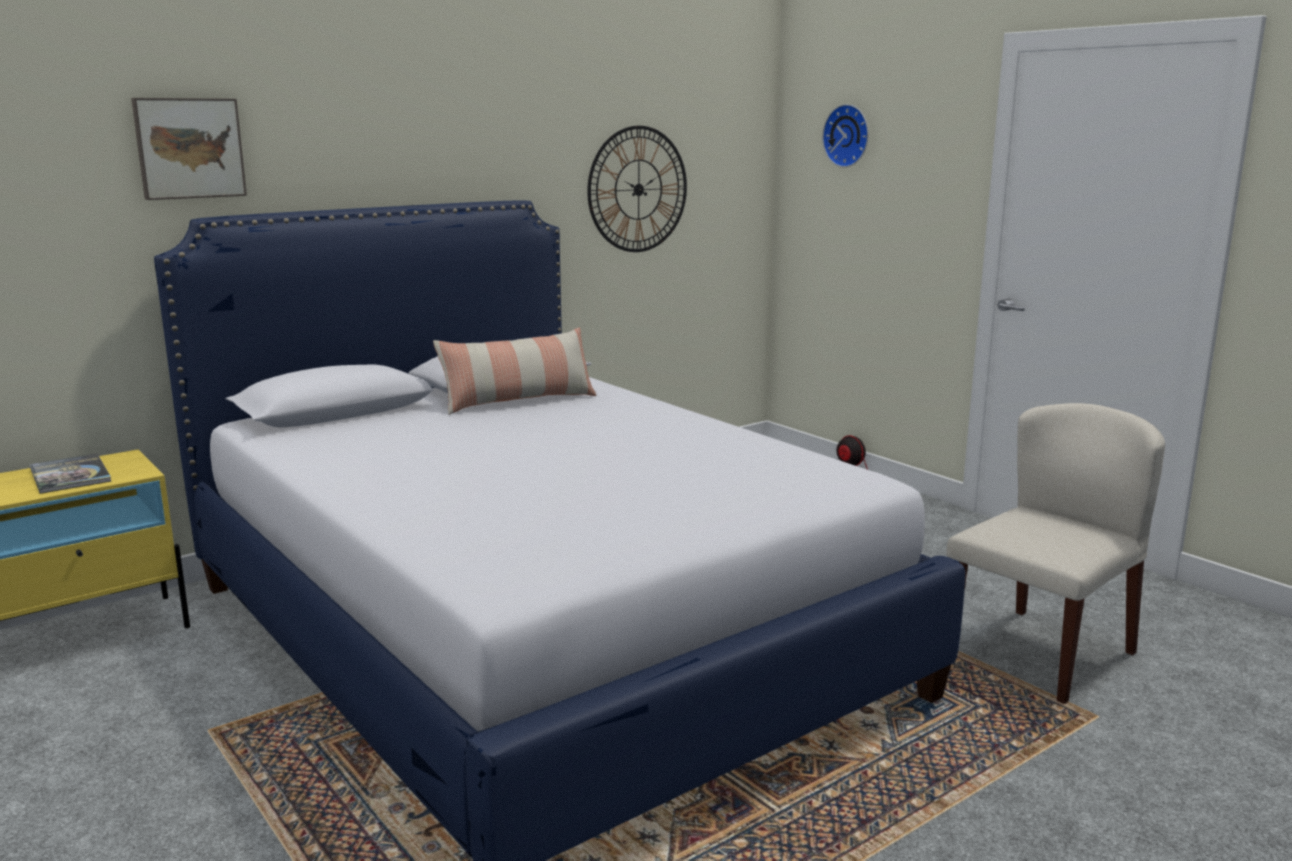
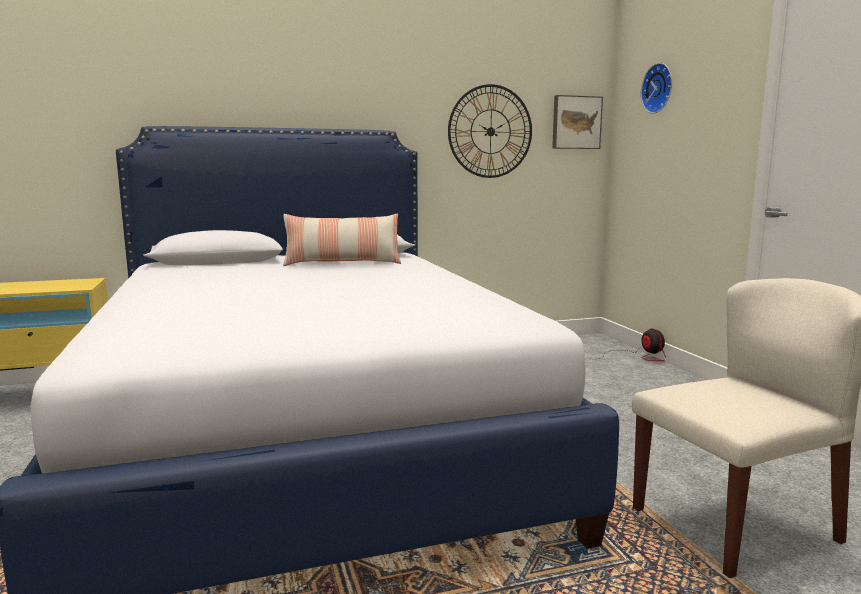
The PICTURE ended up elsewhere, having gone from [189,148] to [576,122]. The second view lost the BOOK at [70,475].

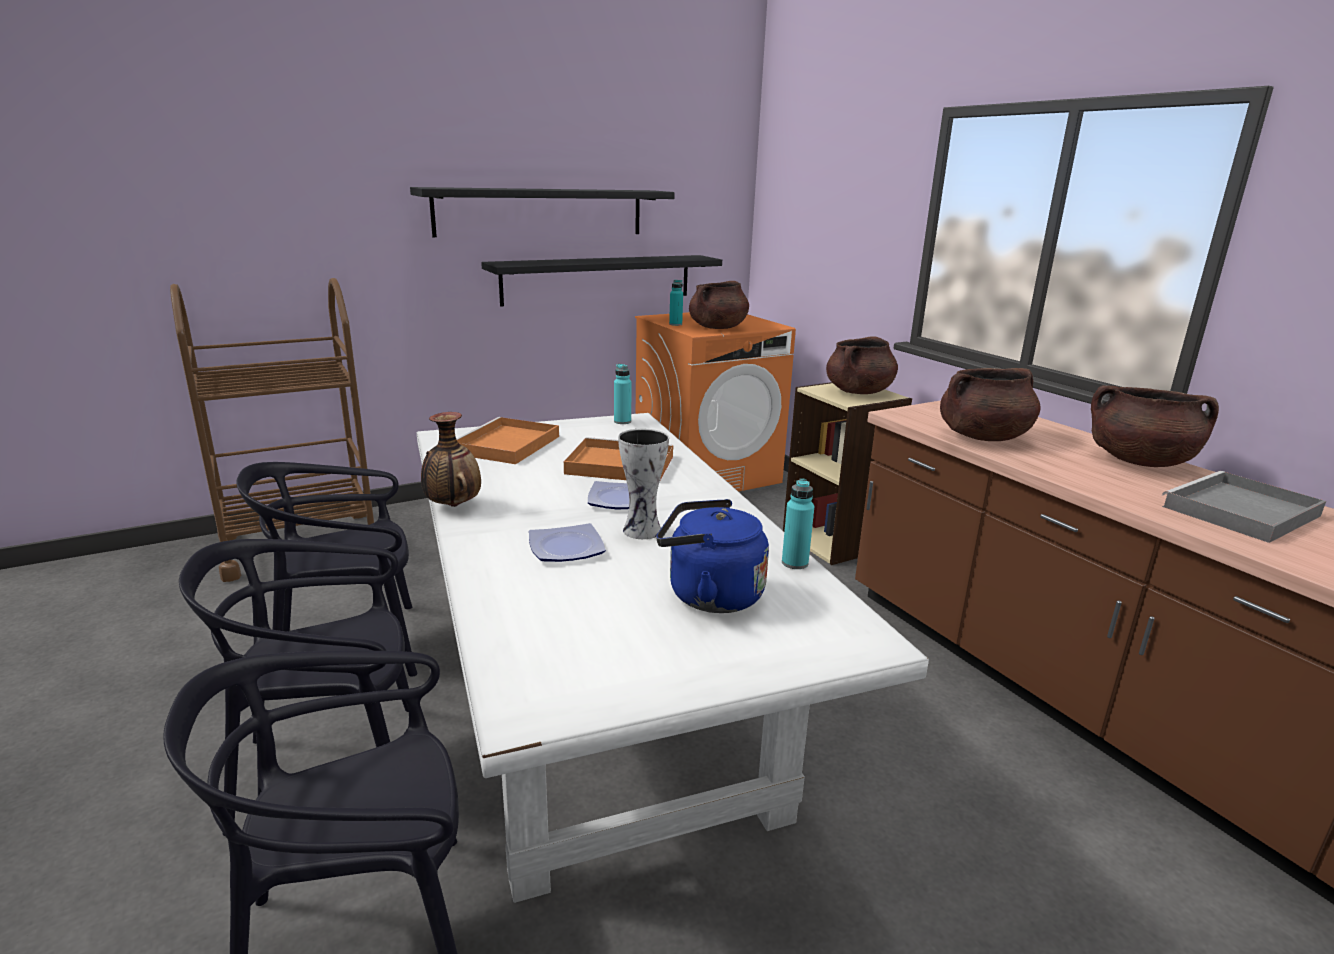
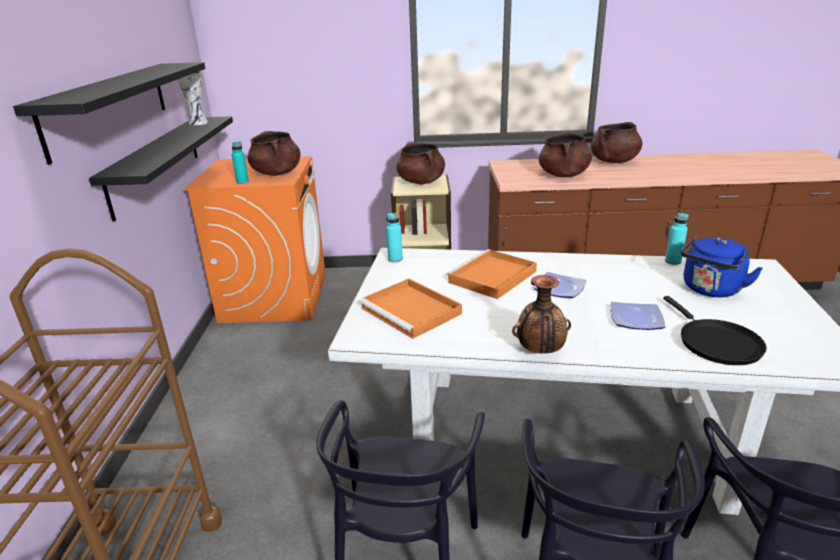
The VASE ended up elsewhere, having gone from [643,531] to [199,123]. The second view gained the BLACK FRYING PAN at [715,343]. The second view lost the GREY TRAY at [1240,512].

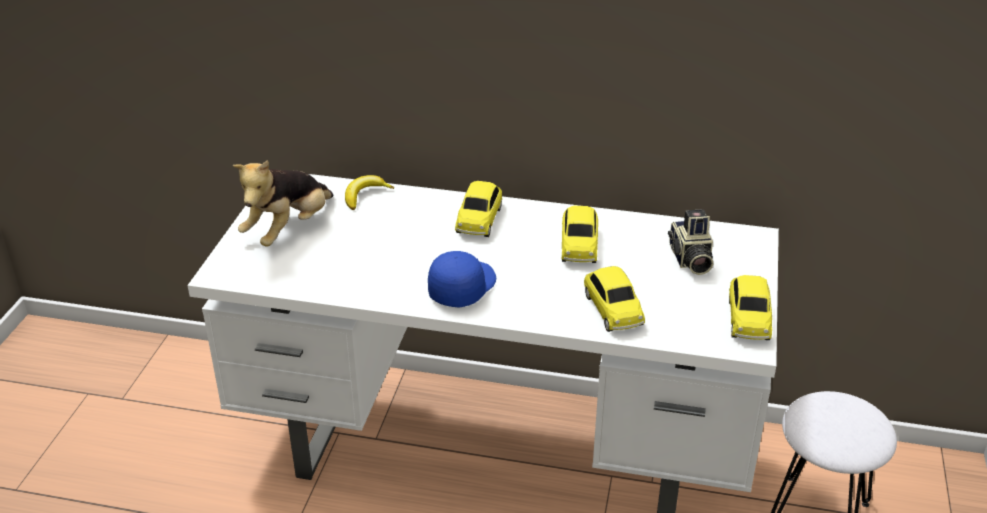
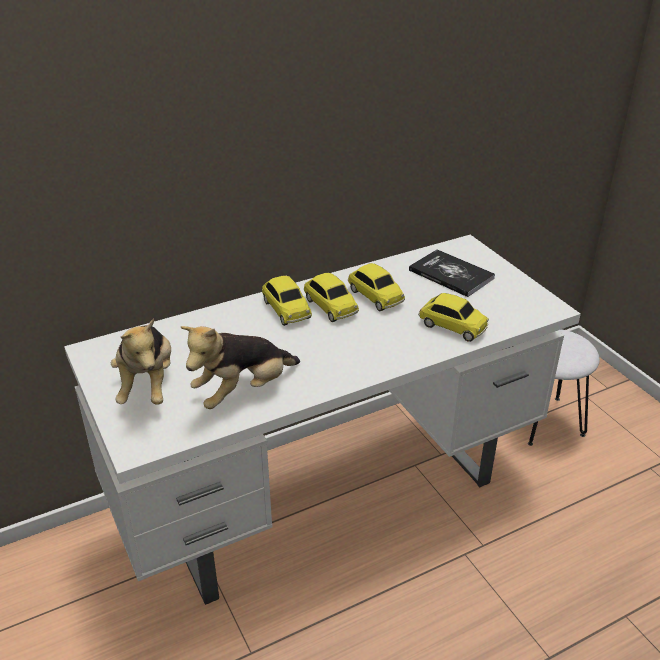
The second view gained the PLUSH TOY at [243,391]. The TOY CAR ended up elsewhere, having gone from [748,318] to [330,306]. Where the PHOTO CAMERA stood at [689,260], the BOOK came to stand at [451,274]. The second view lost the BANANA at [365,196]. The second view lost the BLUE CAP at [462,287].

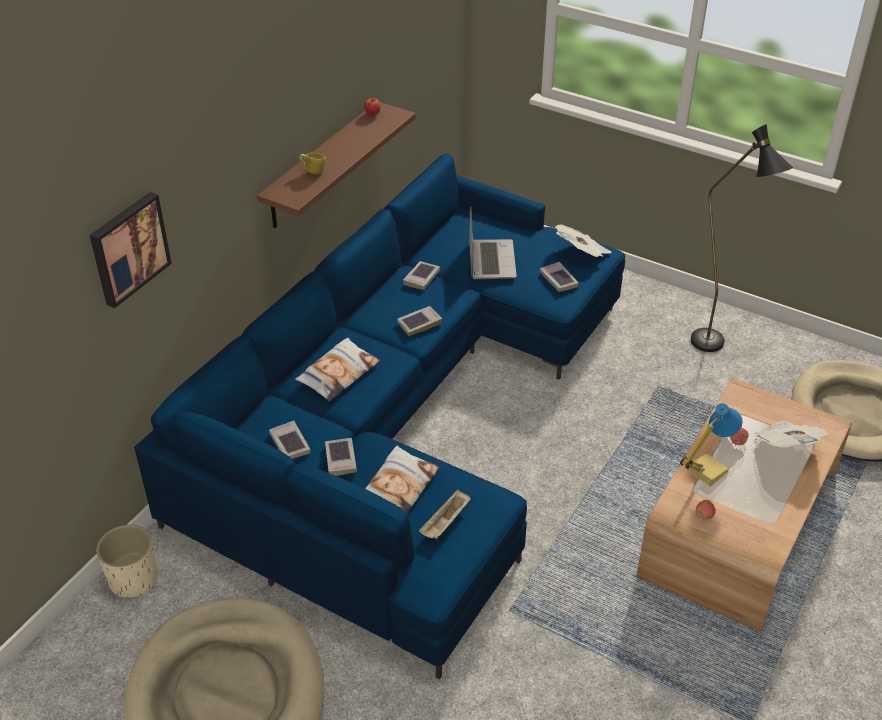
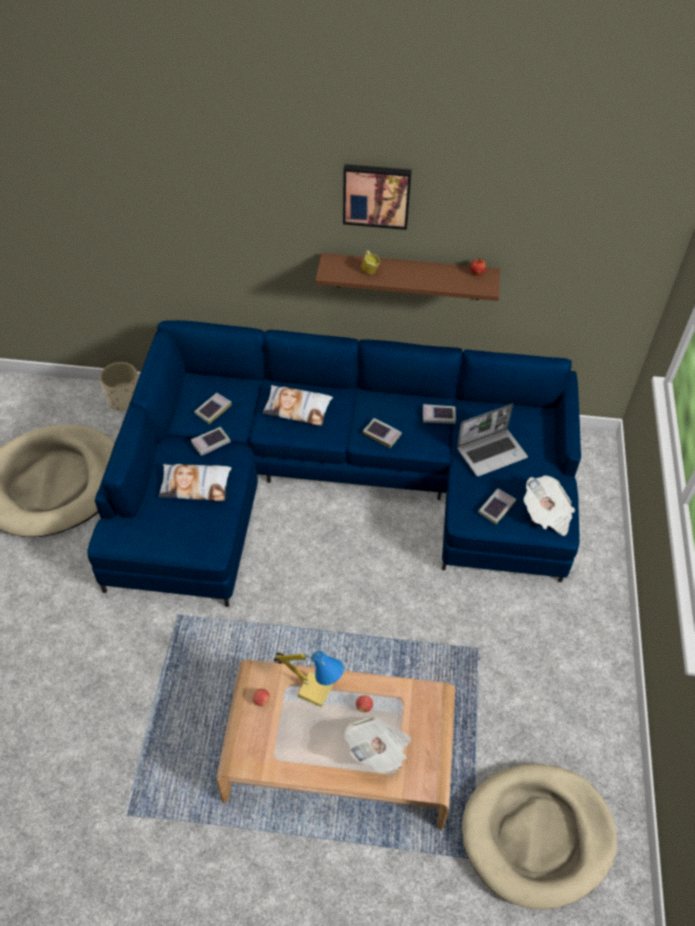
The PICTURE ended up elsewhere, having gone from [128,248] to [376,195]. The second view lost the BEIGE TRAY at [445,523]. The second view lost the BLACK FLOOR LAMP at [715,348].

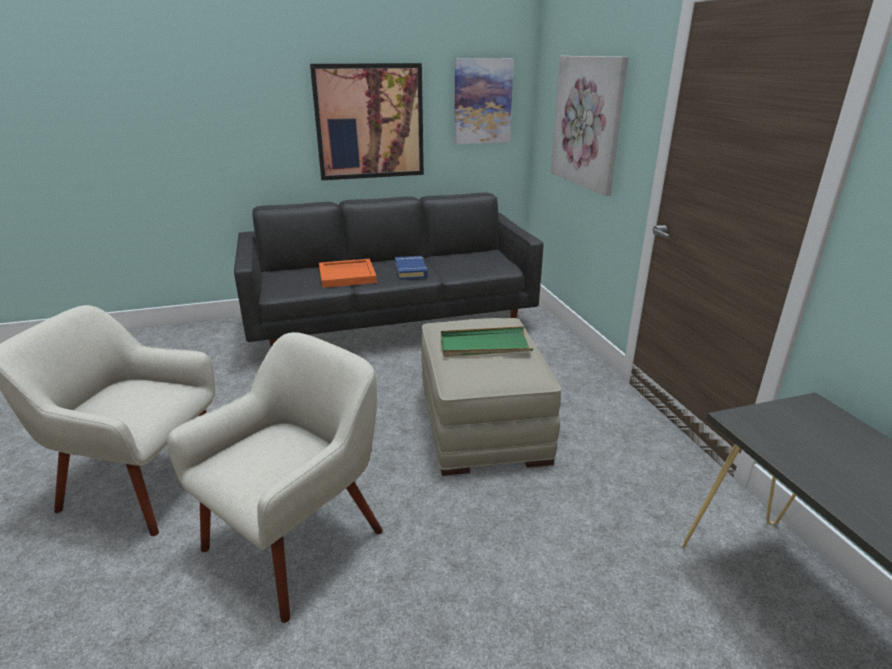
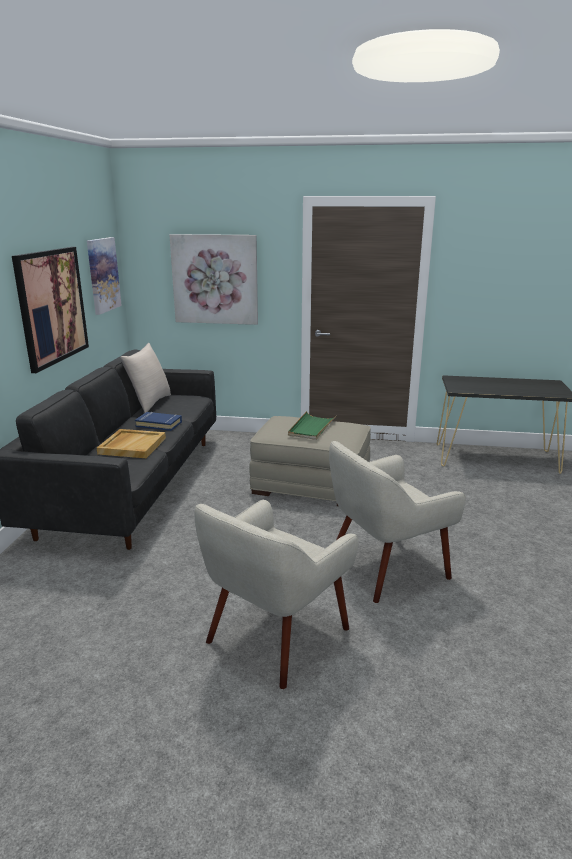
What was the ORANGE TRAY at [347,275] turned into the BEIGE TRAY at [132,446]. The second view gained the BEIGE PILLOW at [149,403]. The BEIGE ARMCHAIR at [297,539] ended up facing another way, 90 degrees counterclockwise from before.

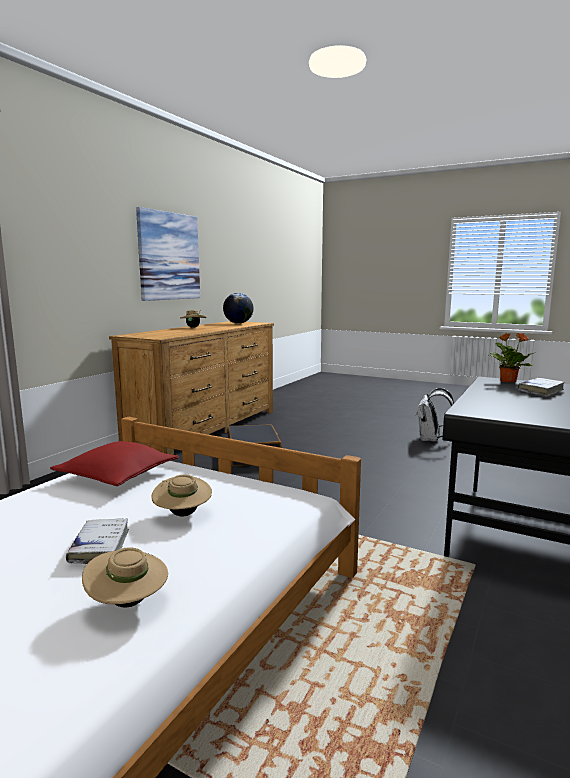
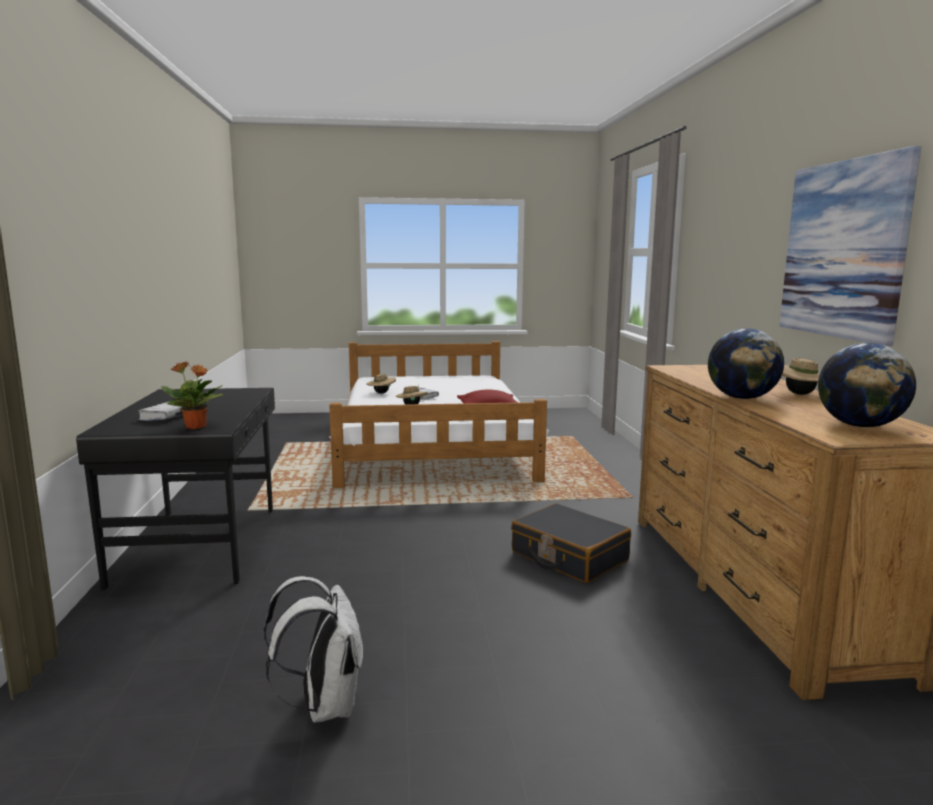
The second view gained the GLOBE at [742,398].

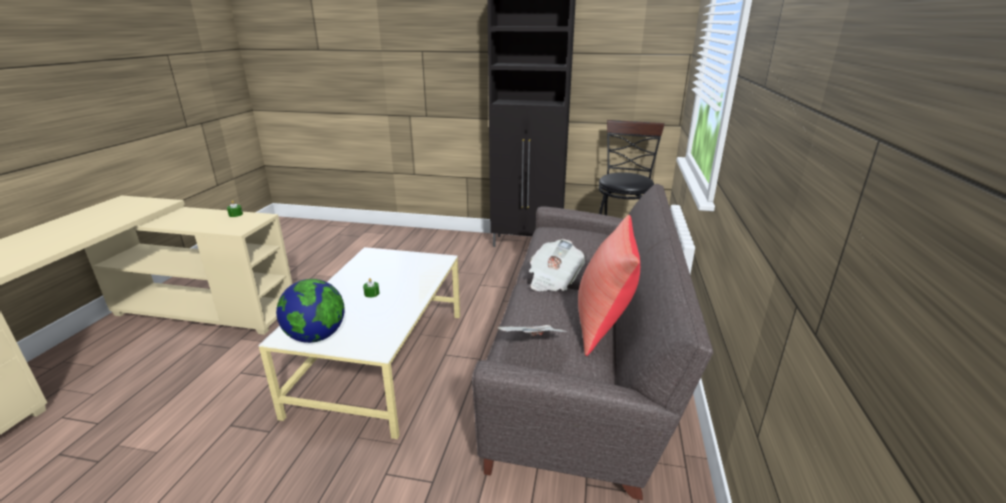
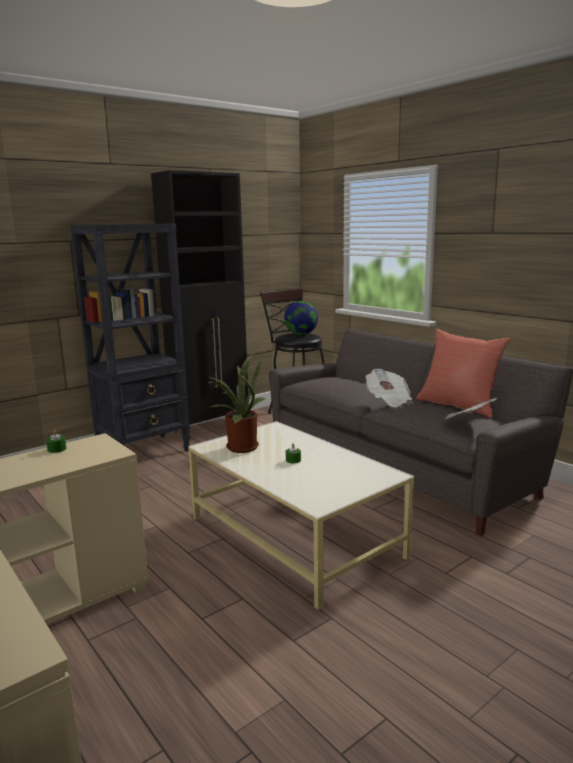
The second view gained the BLACK BOOKCASE at [144,451]. The second view gained the POTTED PLANT at [239,447]. The GLOBE ended up elsewhere, having gone from [316,336] to [301,334].

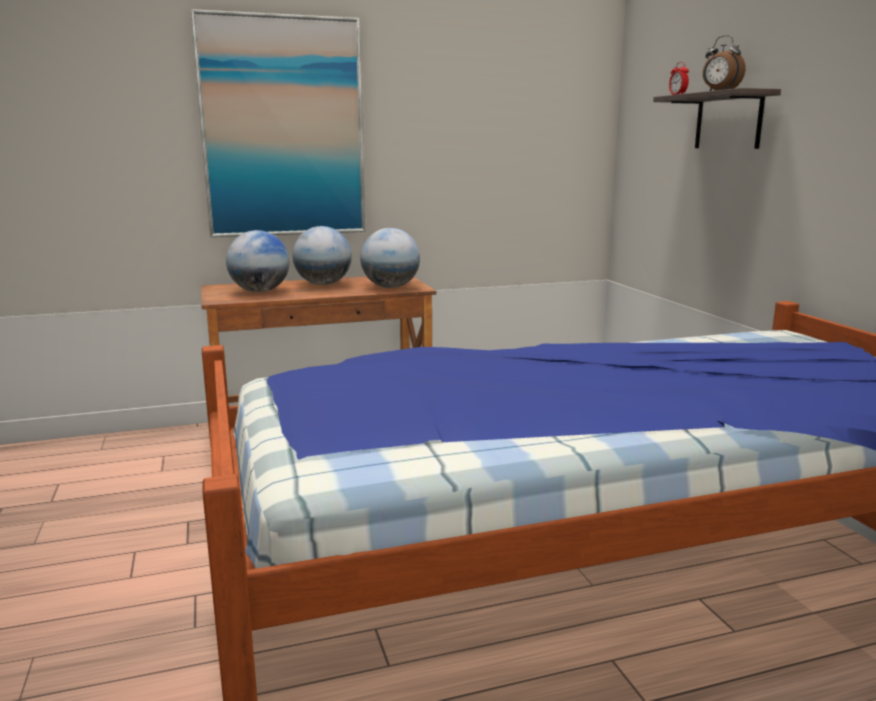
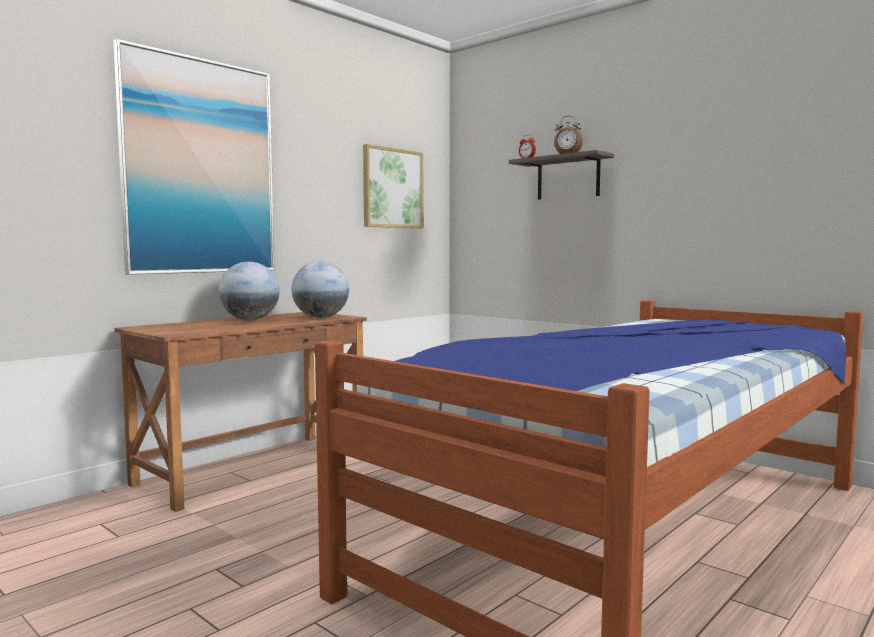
The second view gained the PICTURE at [392,188]. The second view lost the GLOBE at [260,291].

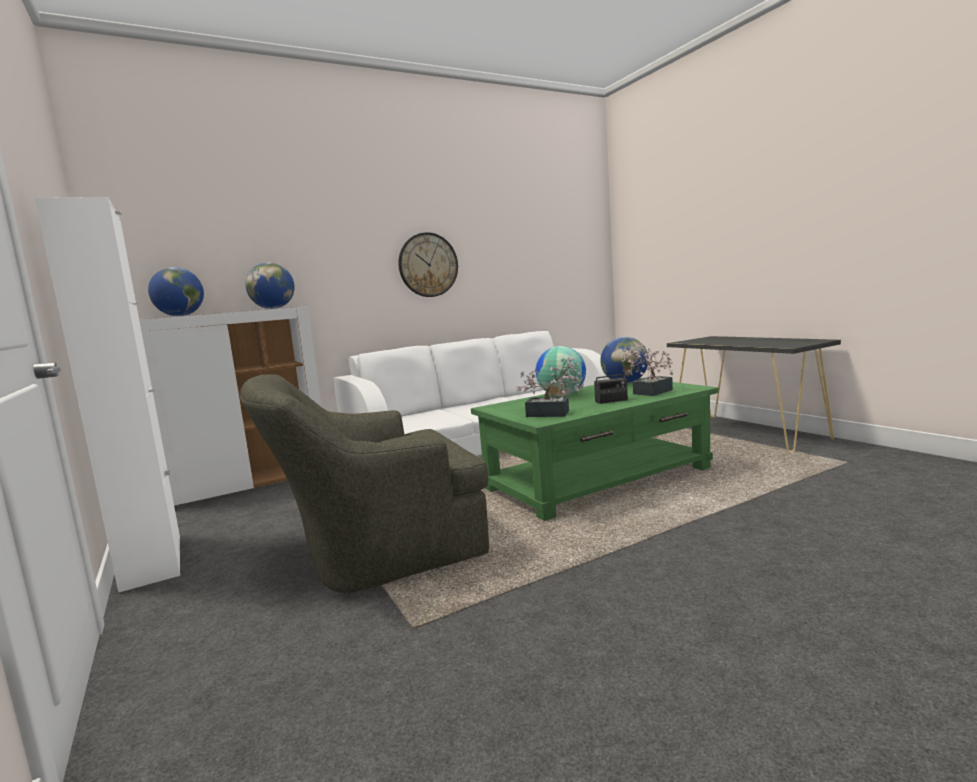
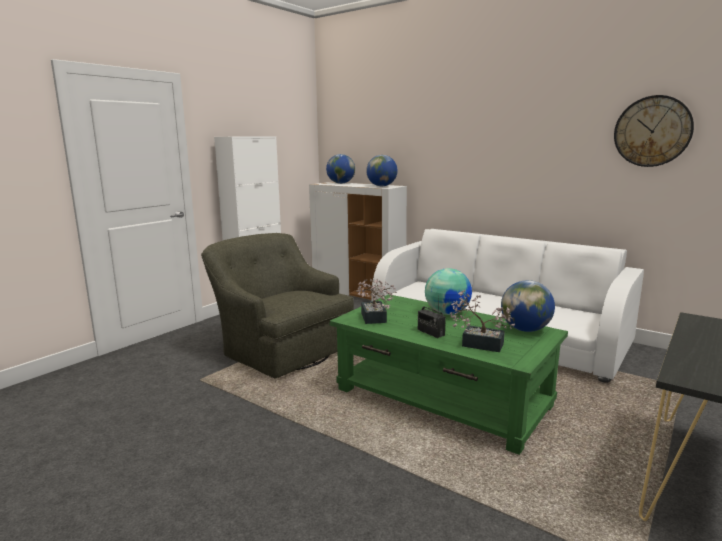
The WALL CLOCK ended up elsewhere, having gone from [428,265] to [652,131].

